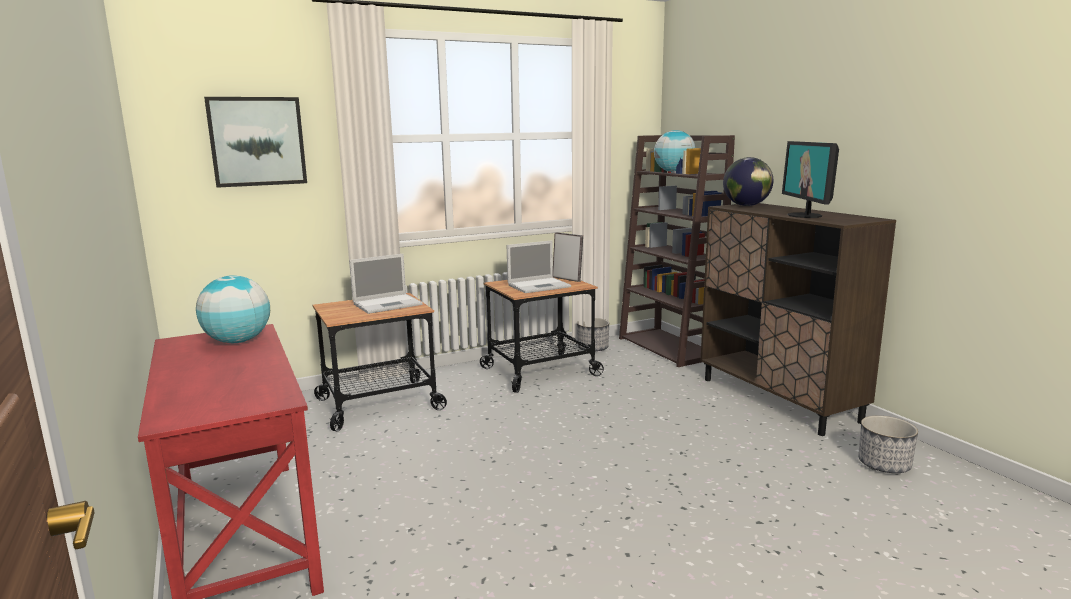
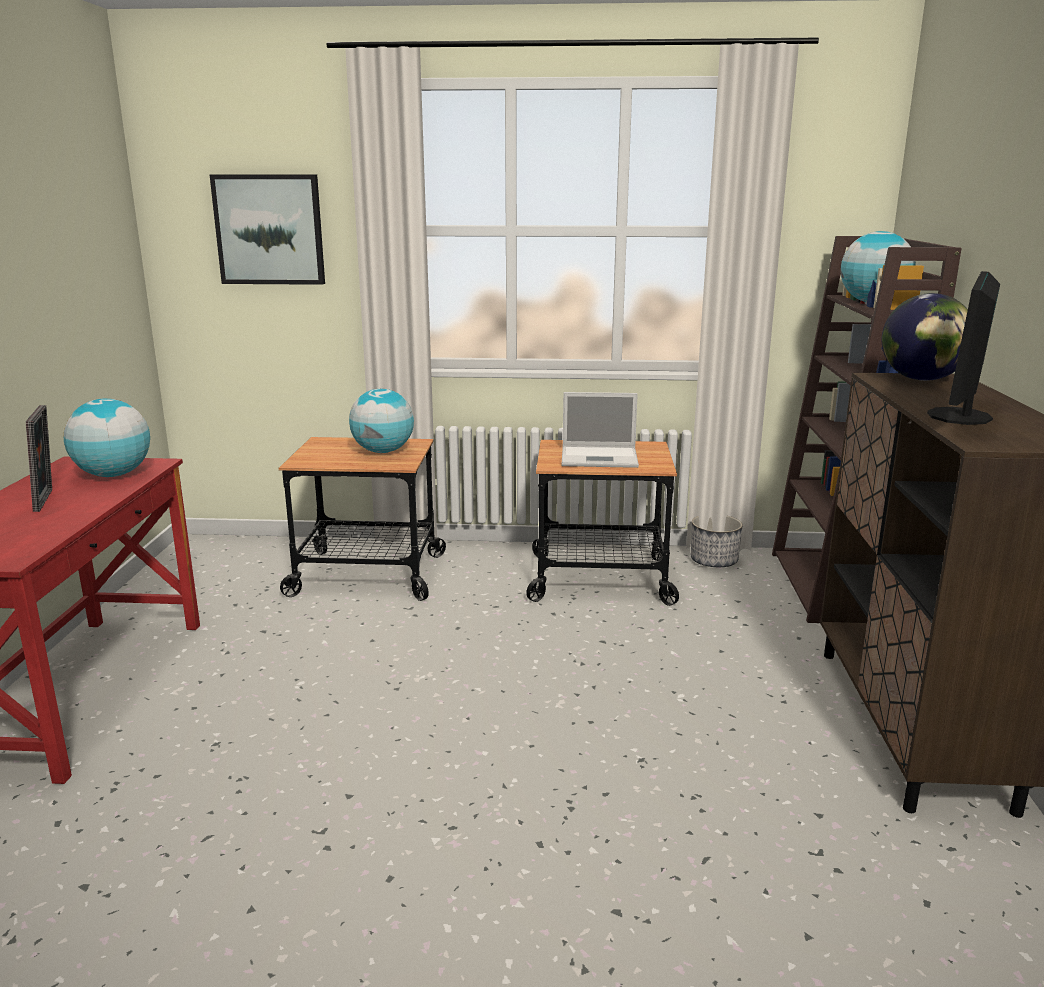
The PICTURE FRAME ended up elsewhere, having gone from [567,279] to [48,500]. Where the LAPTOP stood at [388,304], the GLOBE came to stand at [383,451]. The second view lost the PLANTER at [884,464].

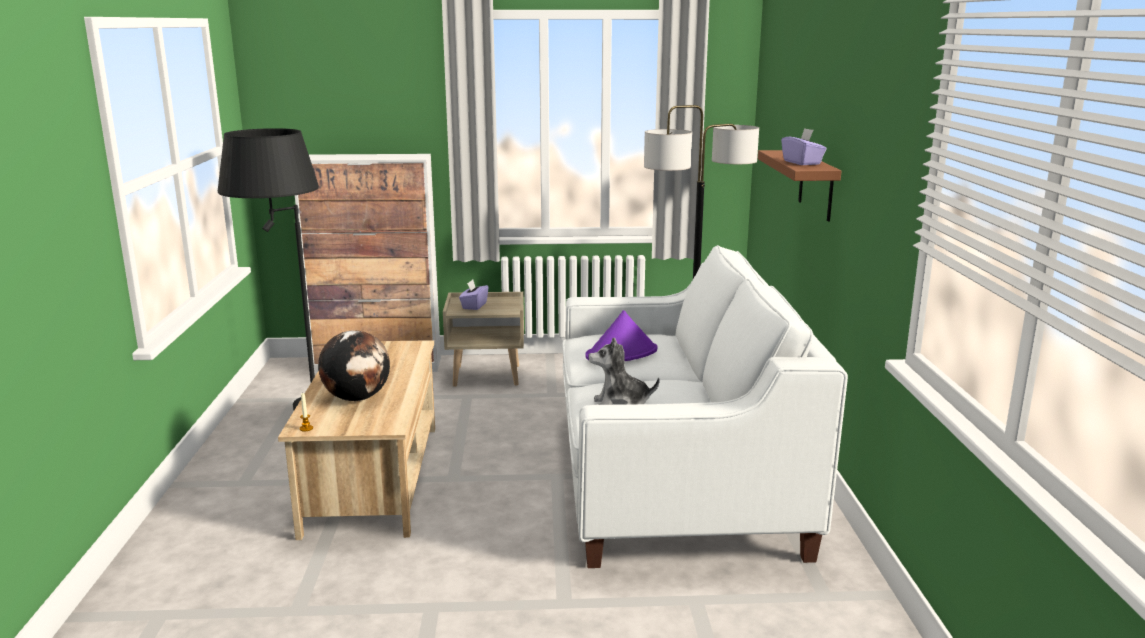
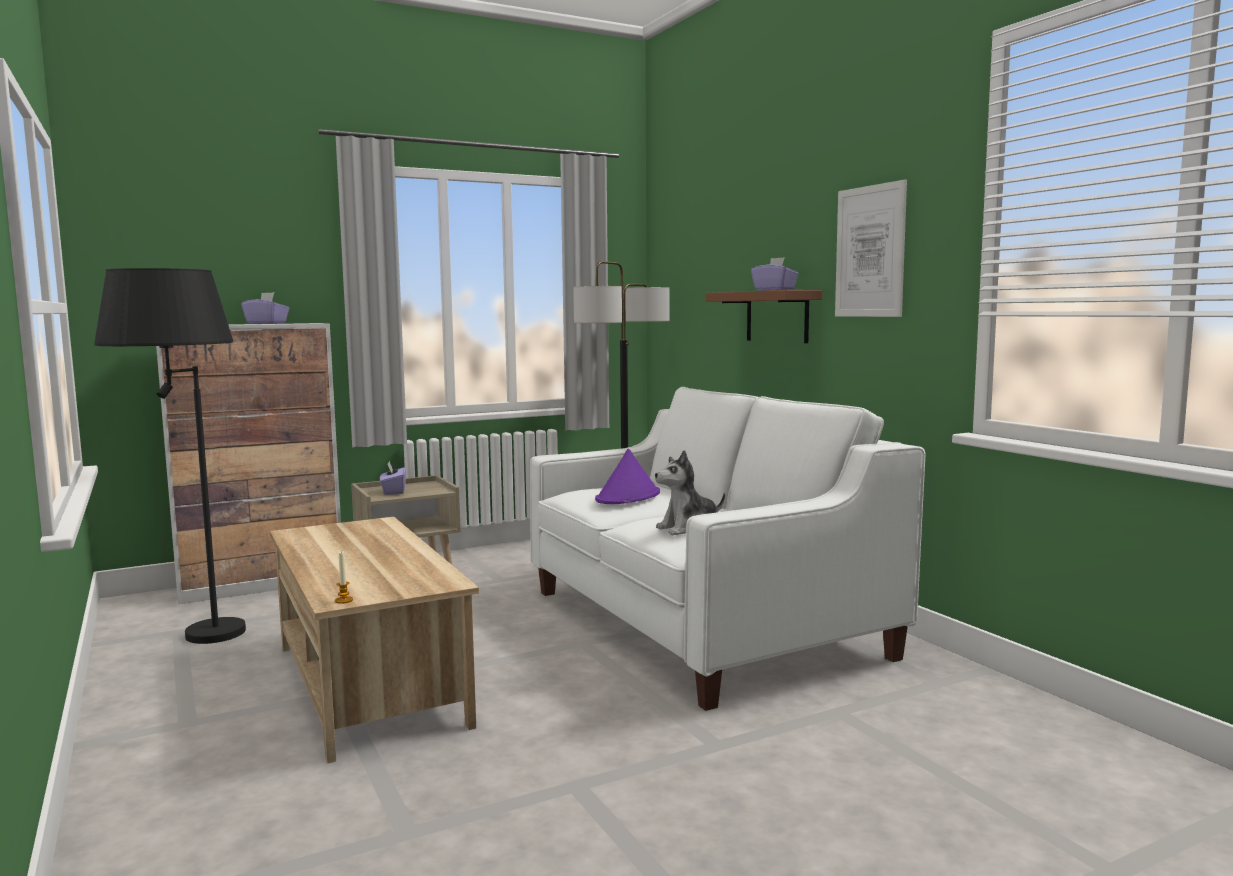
The second view gained the PURPLE TISSUE BOX at [267,323]. The second view gained the PICTURE at [870,251]. The second view lost the GLOBE at [357,398].

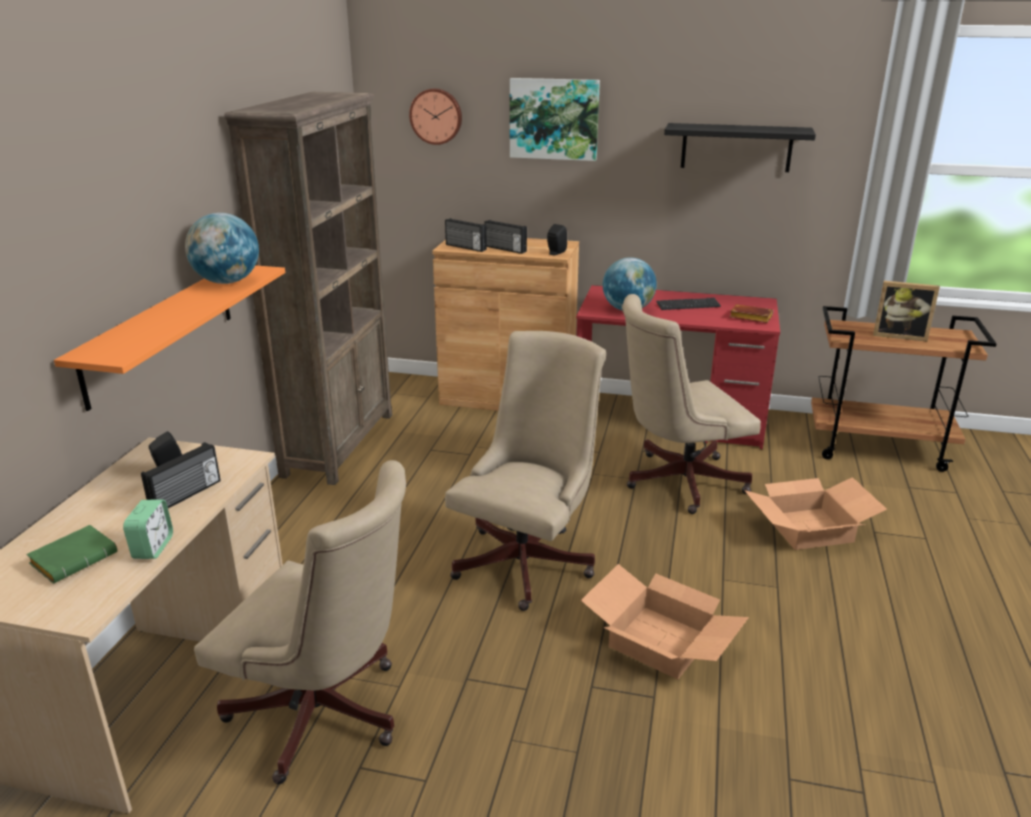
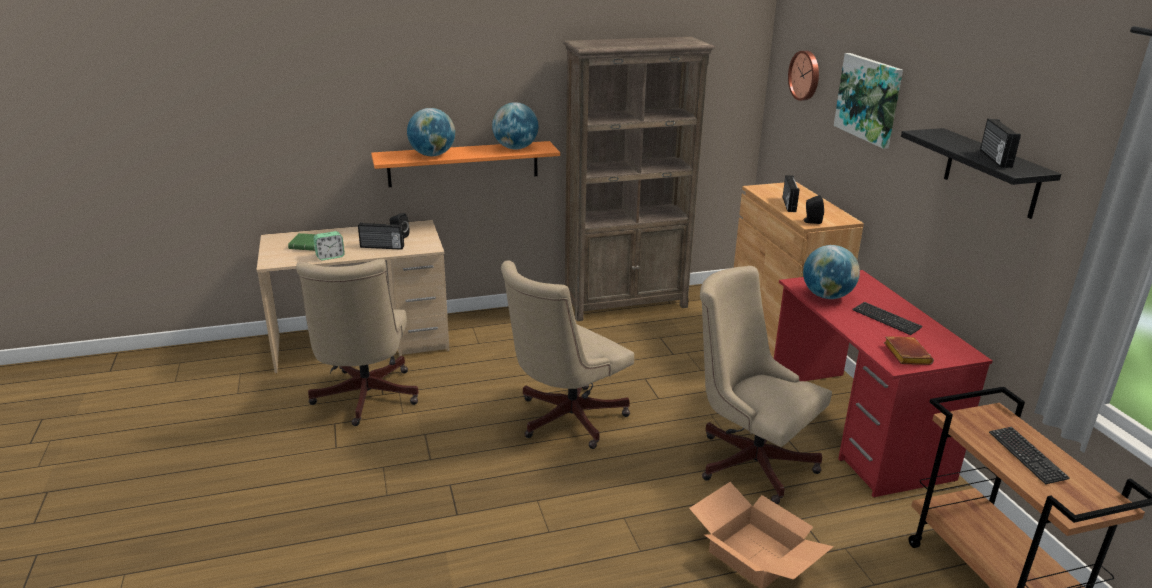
The second view gained the GLOBE at [432,155]. The BEIGE OFFICE CHAIR at [529,560] ended up facing another way, 135 degrees clockwise from before. The RADIO ended up elsewhere, having gone from [465,247] to [994,158]. Where the PICTURE FRAME stood at [899,335], the KEYBOARD came to stand at [1027,456]. The second view lost the CARDBOARD BOX at [662,641].

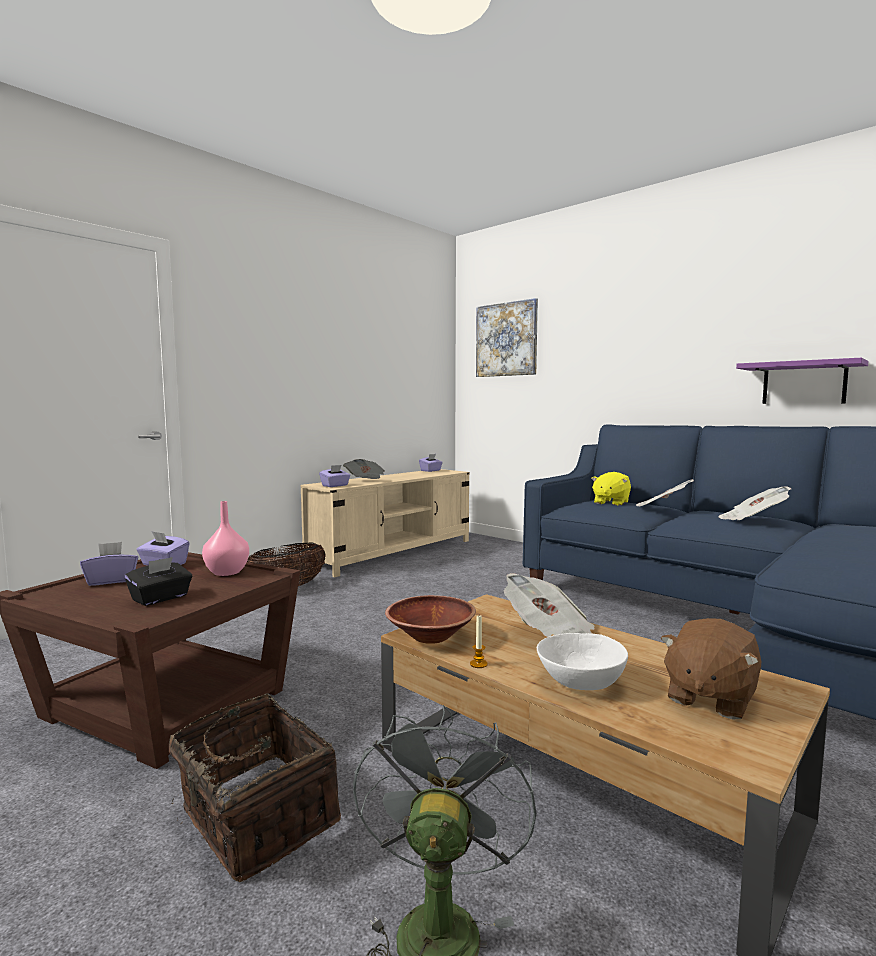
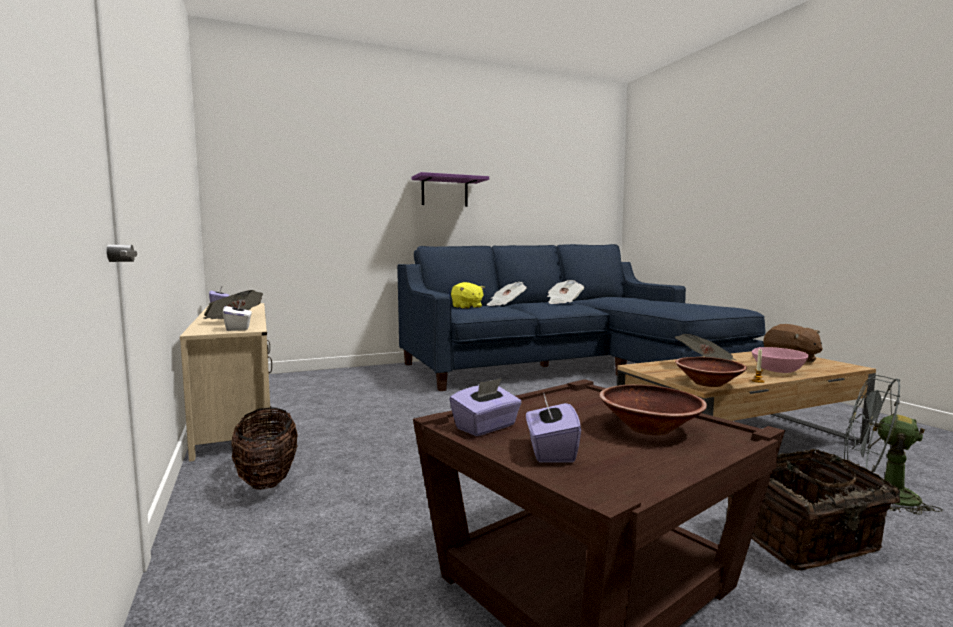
What was the PURPLE TISSUE BOX at [335,485] turned into the WHITE TISSUE BOX at [238,328]. The PURPLE SHELF ended up elsewhere, having gone from [804,383] to [444,192]. Where the BLACK TISSUE BOX stood at [160,598], the BROWN BOWL came to stand at [649,428]. What was the WHITE BOWL at [580,681] turned into the PINK BOWL at [778,371]. The second view lost the PINK VASE at [226,572]. The second view lost the PICTURE at [506,339].

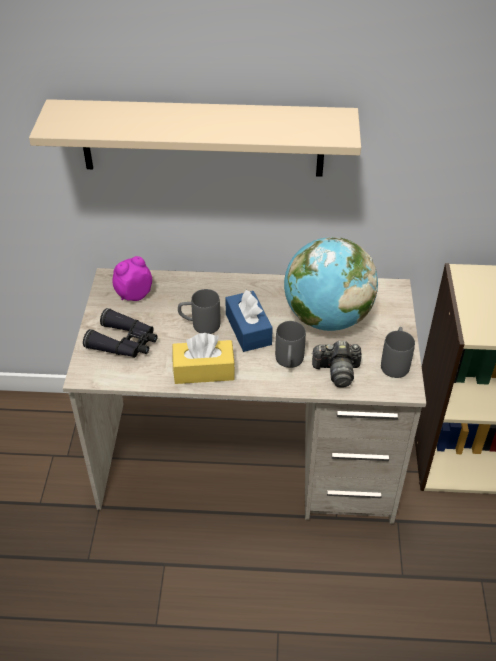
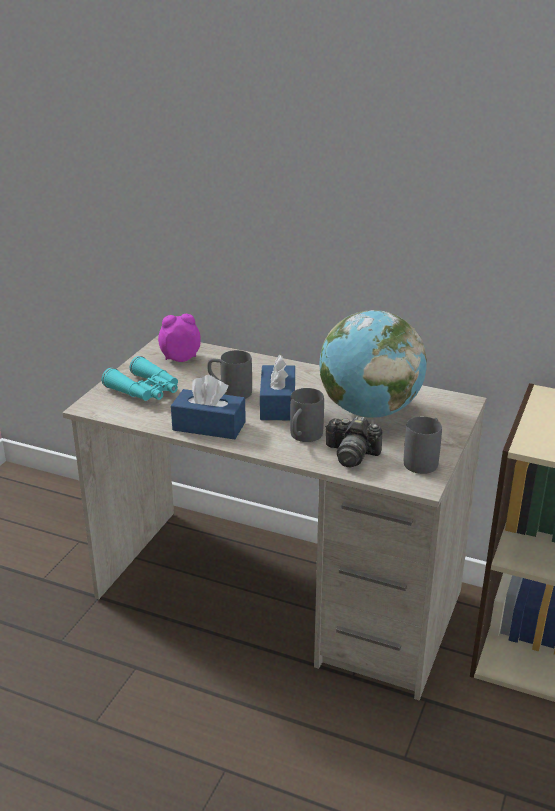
What was the BLACK BINOCULARS at [124,343] turned into the TURQUOISE BINOCULARS at [145,391]. What was the YELLOW TISSUE BOX at [204,370] turned into the BLUE TISSUE BOX at [209,426]. The second view lost the BEIGE SHELF at [202,138].

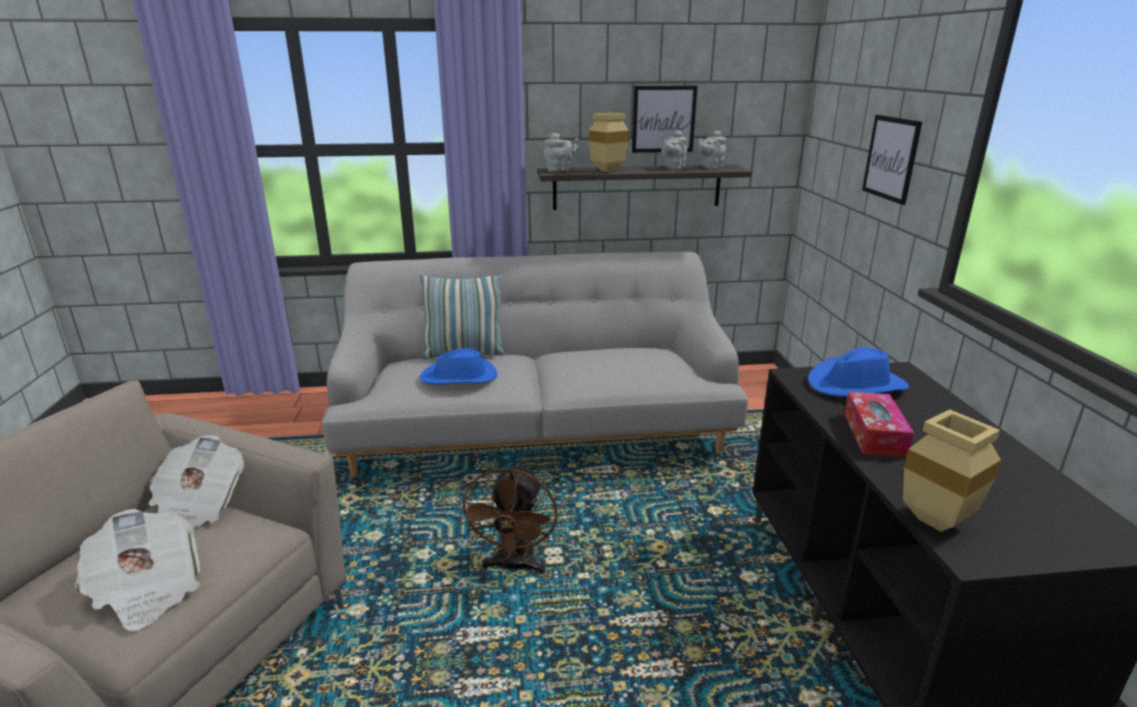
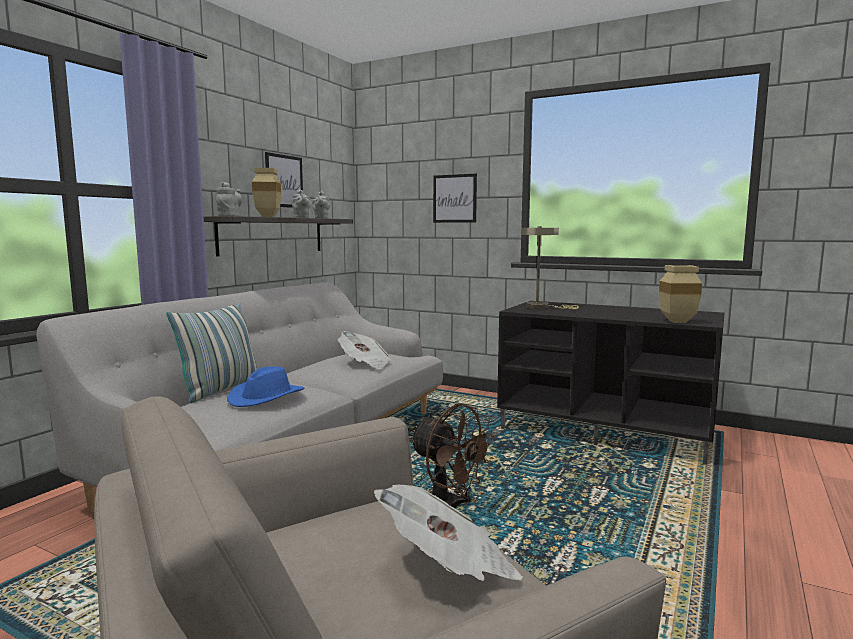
The NEWSPAPER ended up elsewhere, having gone from [198,505] to [365,364]. Where the BLUE HAT stood at [856,385], the BEIGE TABLE LAMP came to stand at [541,307]. The second view lost the TISSUE BOX at [874,434].

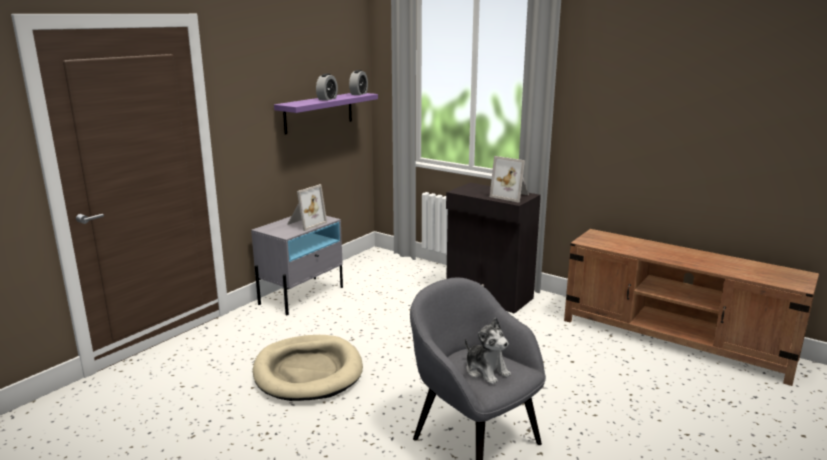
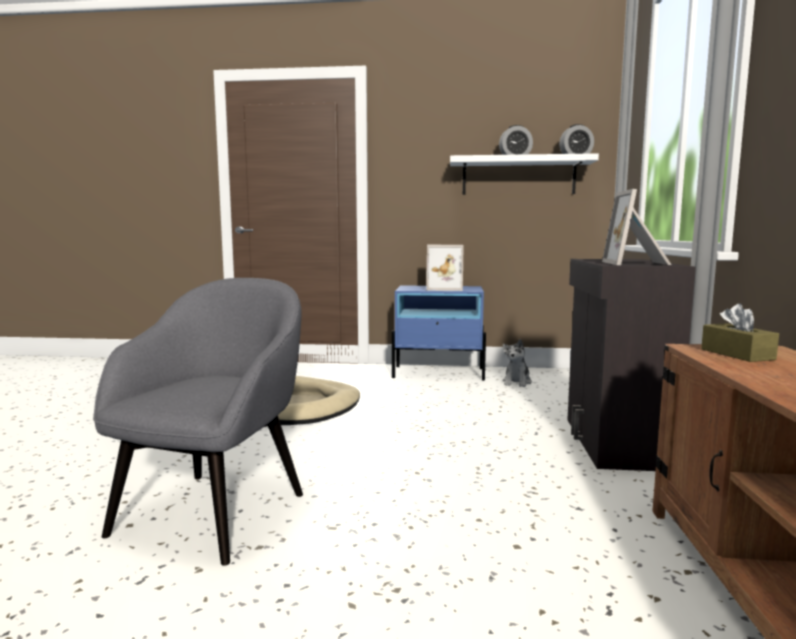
What was the GREY NIGHTSTAND at [302,295] turned into the BLUE NIGHTSTAND at [439,373]. What was the PURPLE SHELF at [319,112] turned into the WHITE SHELF at [518,176]. The PLUSH TOY ended up elsewhere, having gone from [486,371] to [517,382]. The second view gained the BROWN TISSUE BOX at [737,354].

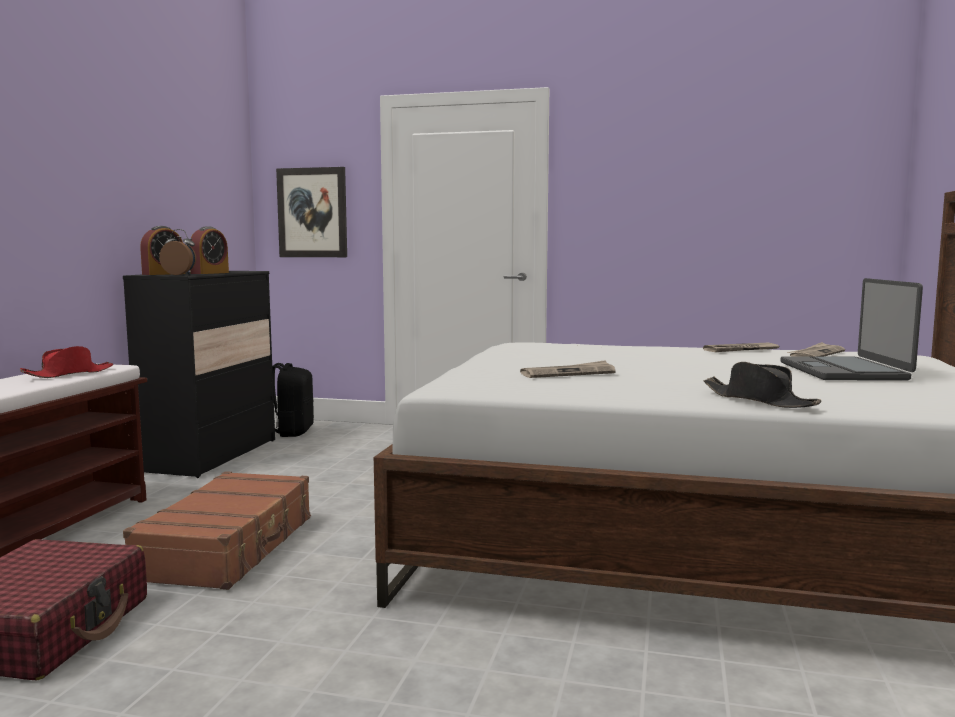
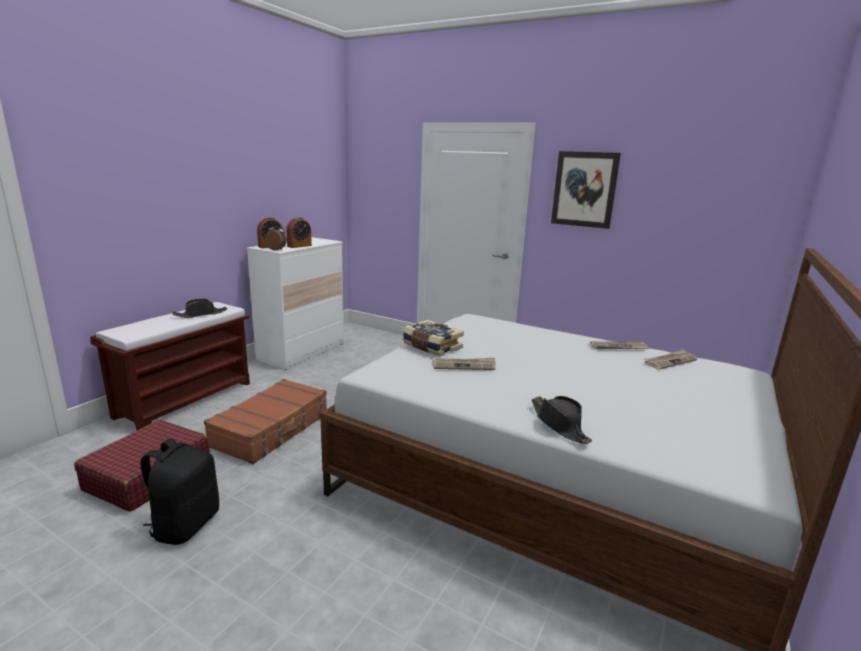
The BLACK BACKPACK ended up elsewhere, having gone from [291,432] to [185,524]. What was the RED HAT at [69,374] turned into the BLACK HAT at [201,314]. What was the BLACK DRESSER at [211,456] turned into the WHITE DRESSER at [302,352]. The second view gained the BOOK at [431,347]. The PICTURE ended up elsewhere, having gone from [312,212] to [584,189]. The second view lost the LAPTOP at [844,371].

